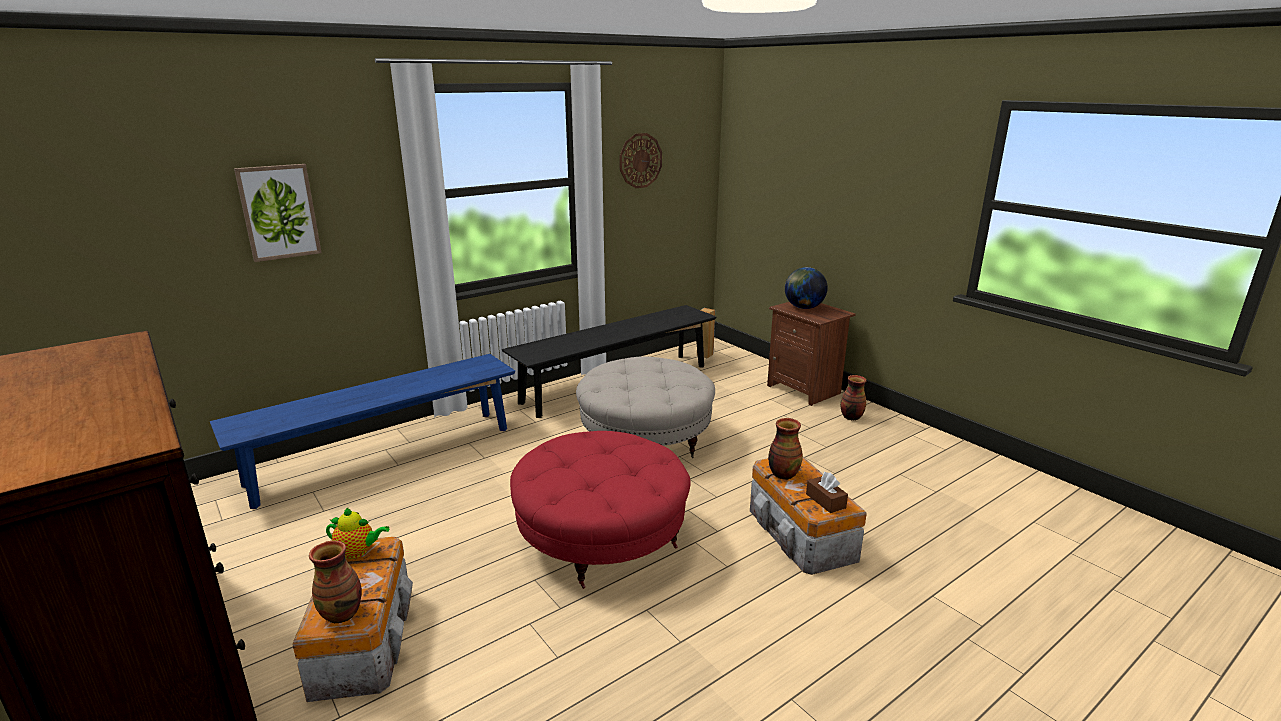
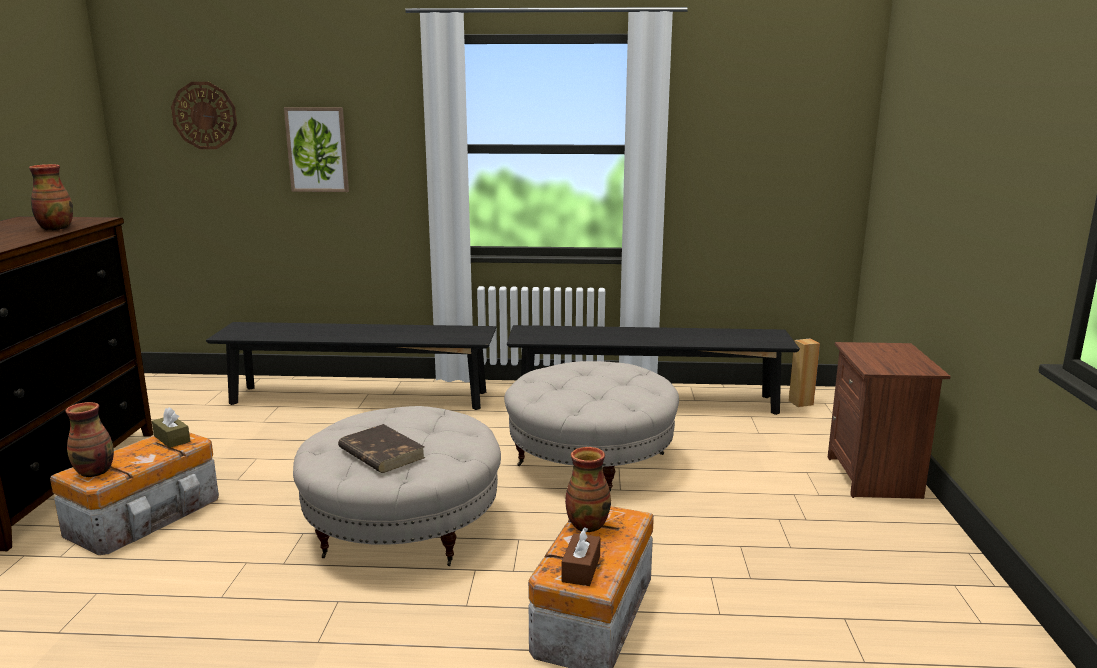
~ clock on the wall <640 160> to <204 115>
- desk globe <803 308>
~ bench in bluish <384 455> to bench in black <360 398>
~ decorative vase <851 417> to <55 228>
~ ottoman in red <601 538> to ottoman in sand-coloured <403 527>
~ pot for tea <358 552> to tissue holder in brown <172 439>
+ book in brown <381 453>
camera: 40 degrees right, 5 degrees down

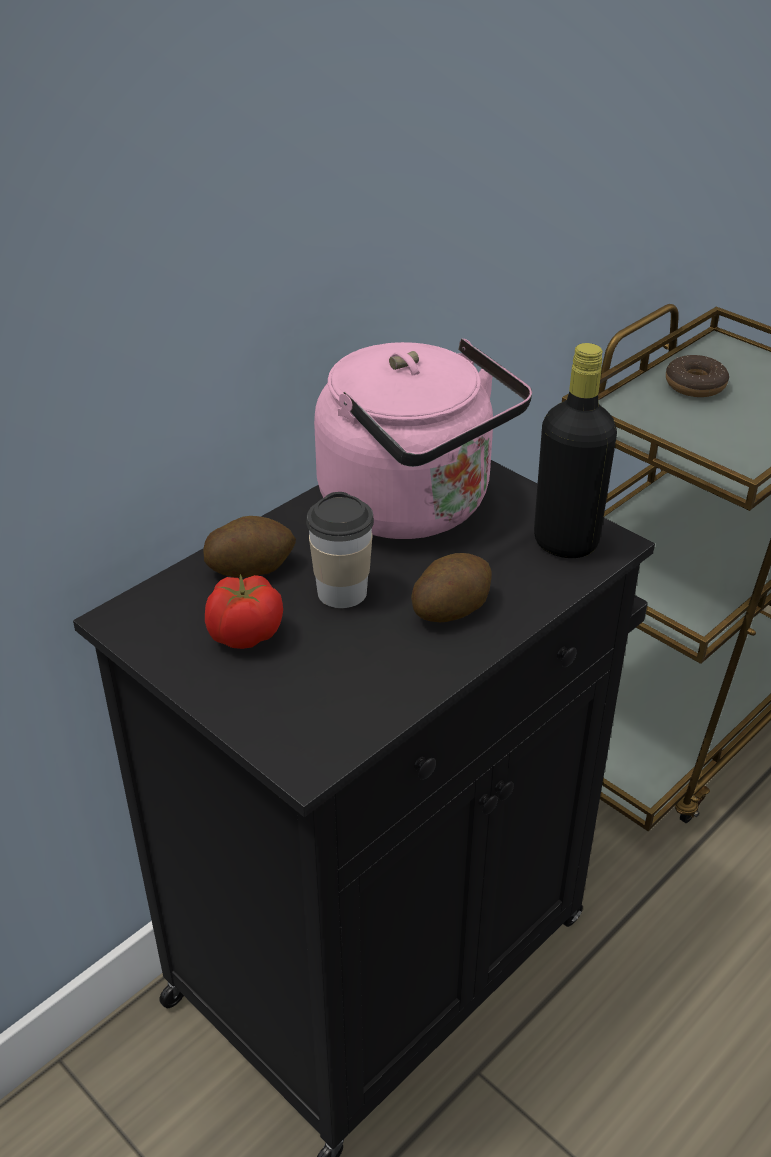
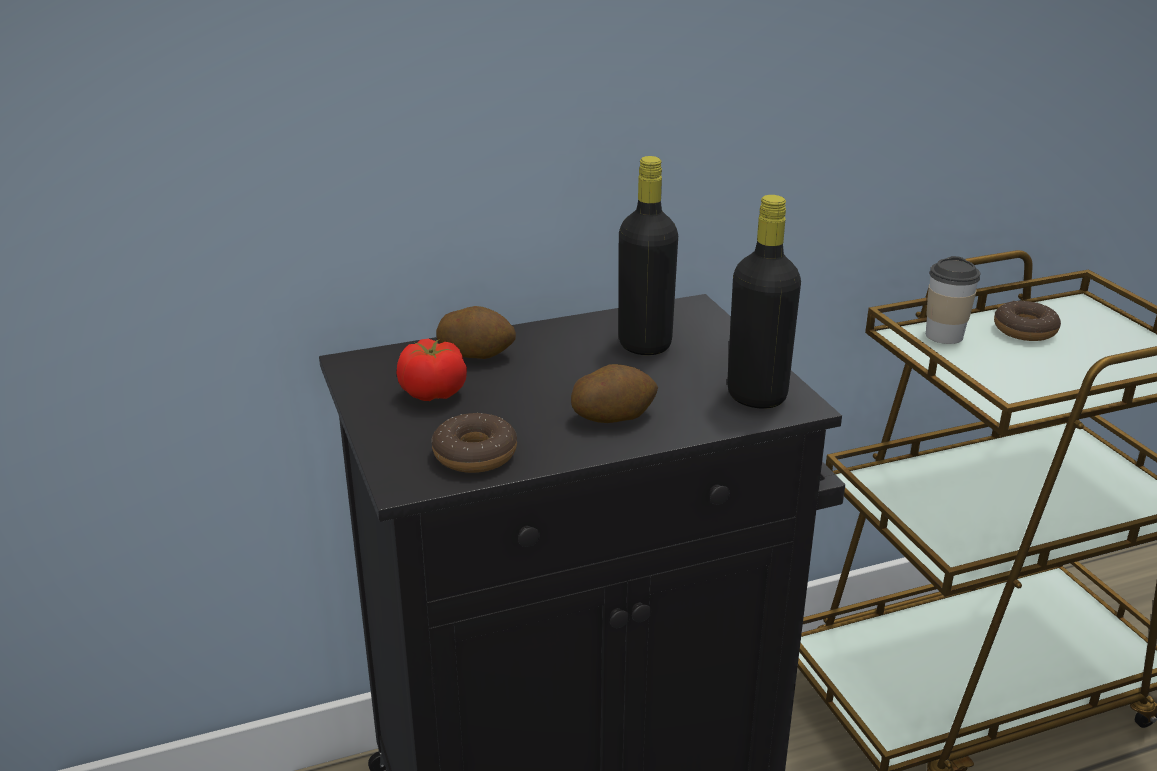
~ water kettle in pink <414 507> to bottle in black <645 344>
~ small cup <342 592> to <944 335>
+ donut <475 454>
camera: 25 degrees right, 10 degrees down

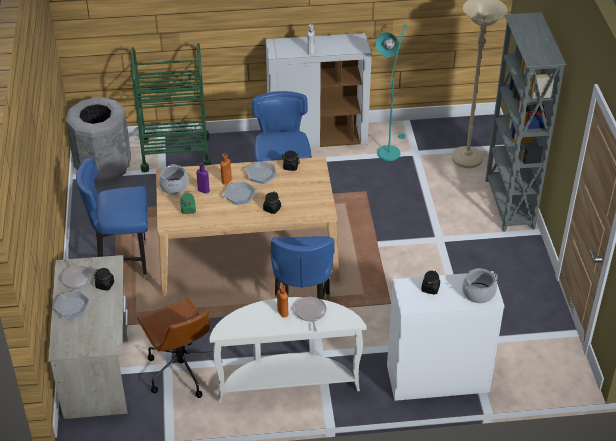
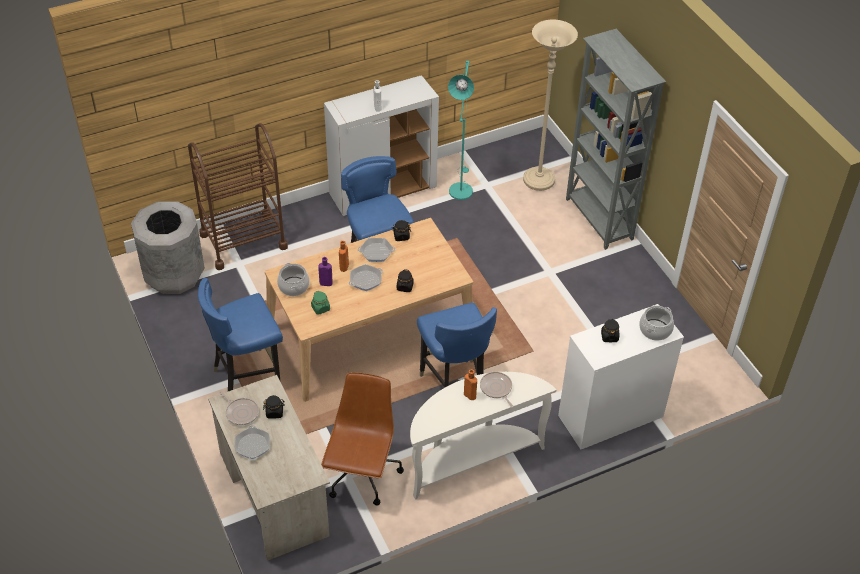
~ trolley in green-coloured <175 153> to trolley in brown <243 241>
~ computer chair in brown <181 370> = <362 475> 120 degrees counterclockwise
camera: 20 degrees left, 5 degrees up

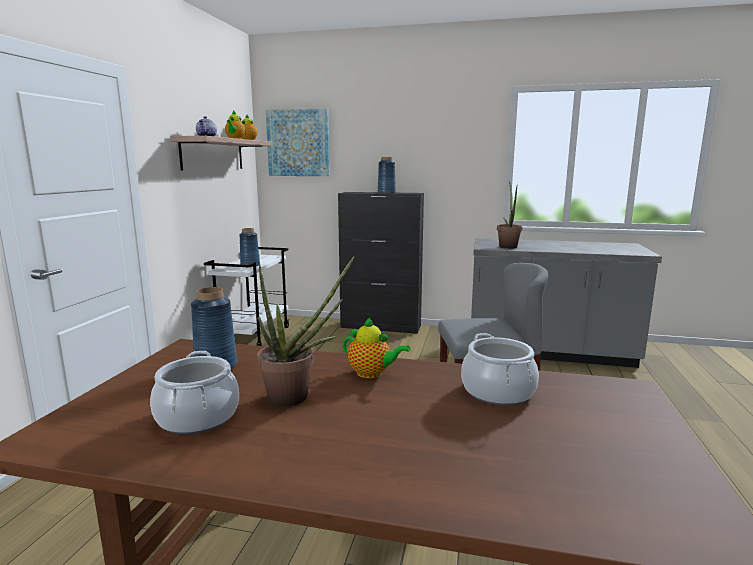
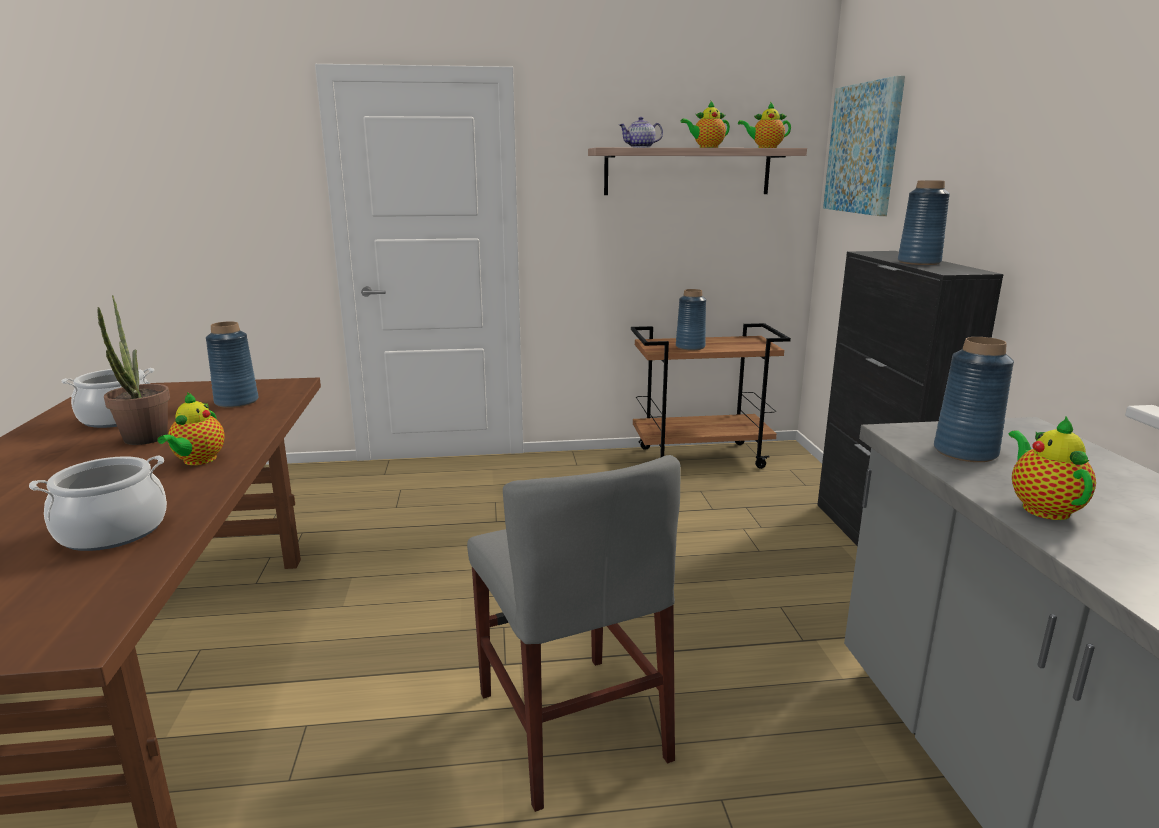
~ houseplant <507 246> to decorative vase in bluish <965 452>
~ trolley in white-coloured <254 336> to trolley in brown <701 457>
+ pot for tea <1042 507>
camera: 70 degrees right, 5 degrees up

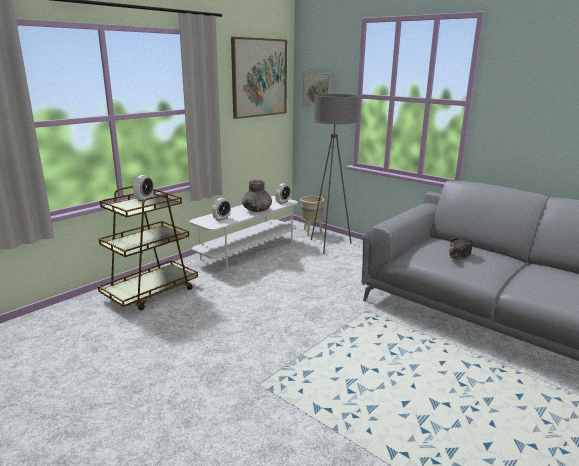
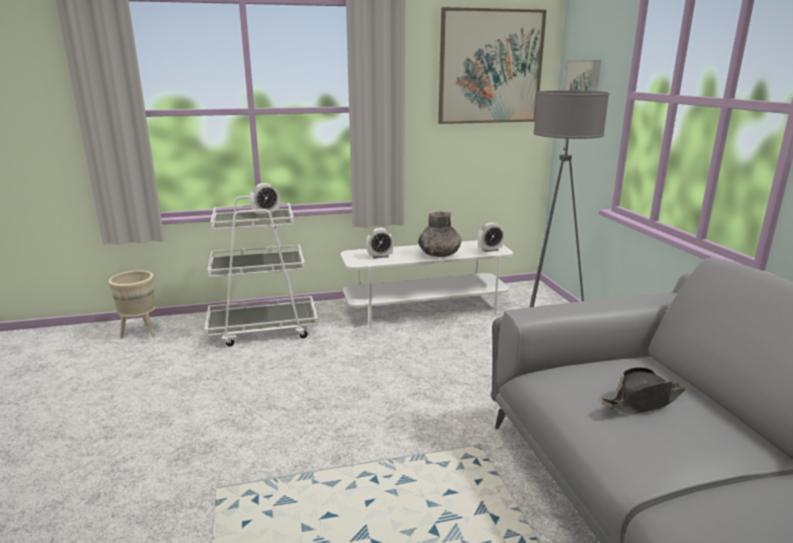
~ trolley in brown <151 292> to trolley in white-coloured <263 329>
~ plant pot in sand-coloured <311 232> to <141 333>
camera: 35 degrees right, 0 degrees up

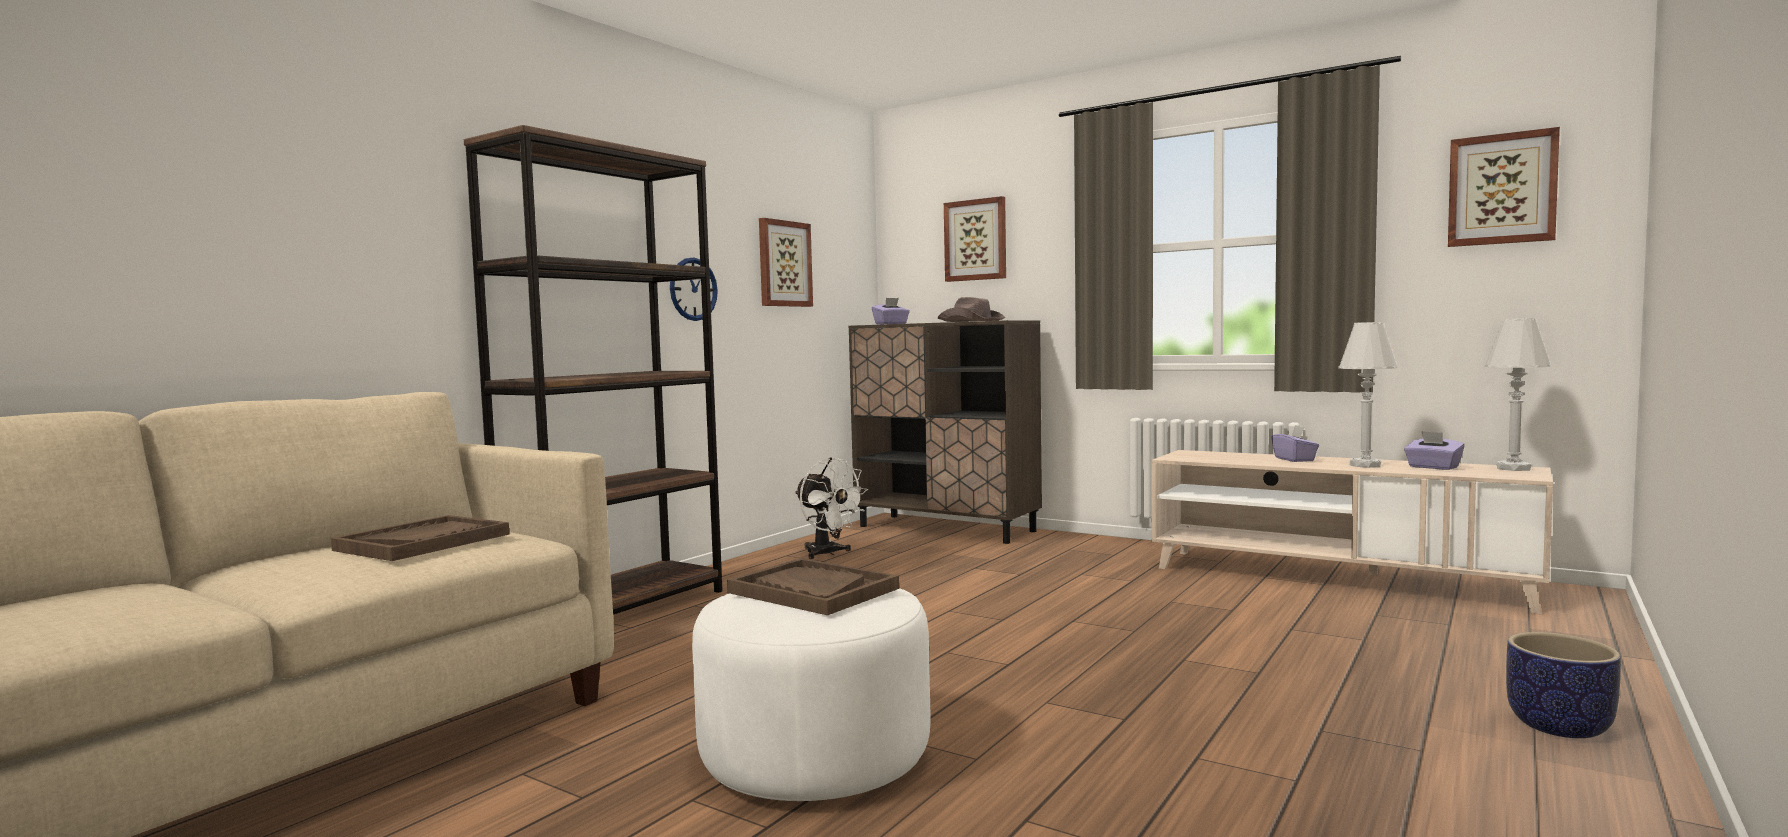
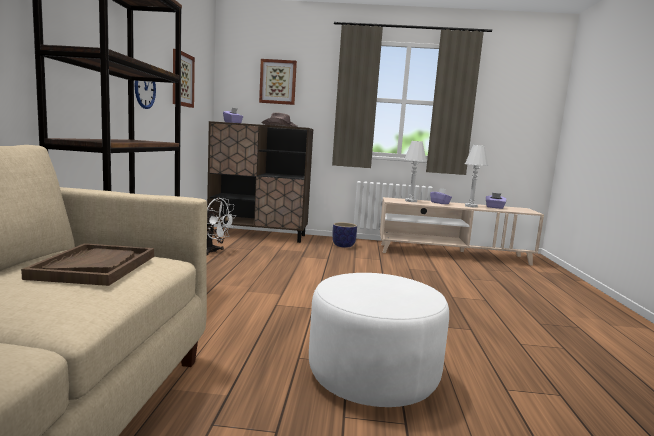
- picture <1502 189>
~ table lamp in white-coloured <1513 468> to <411 201>
- serving tray in brown <812 590>
~ plant pot <1560 726> to <343 245>
camera: 30 degrees left, 5 degrees up

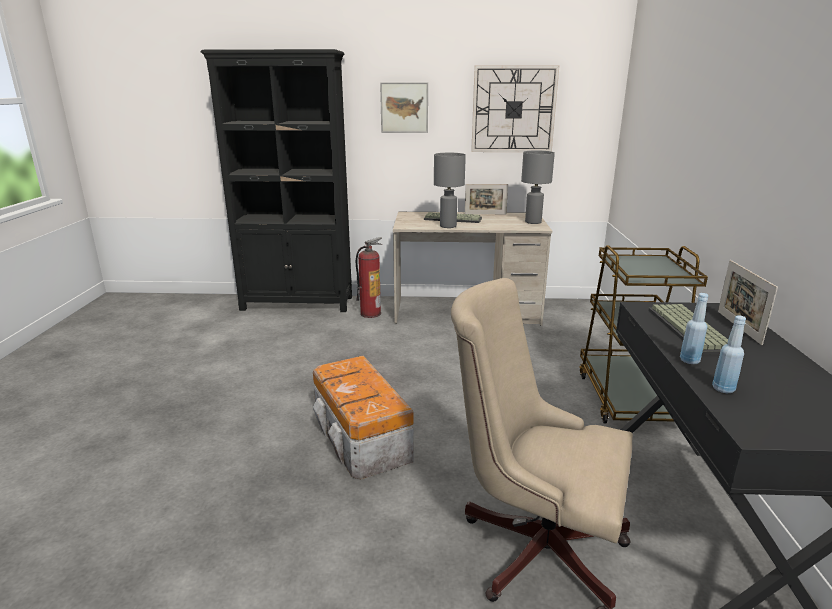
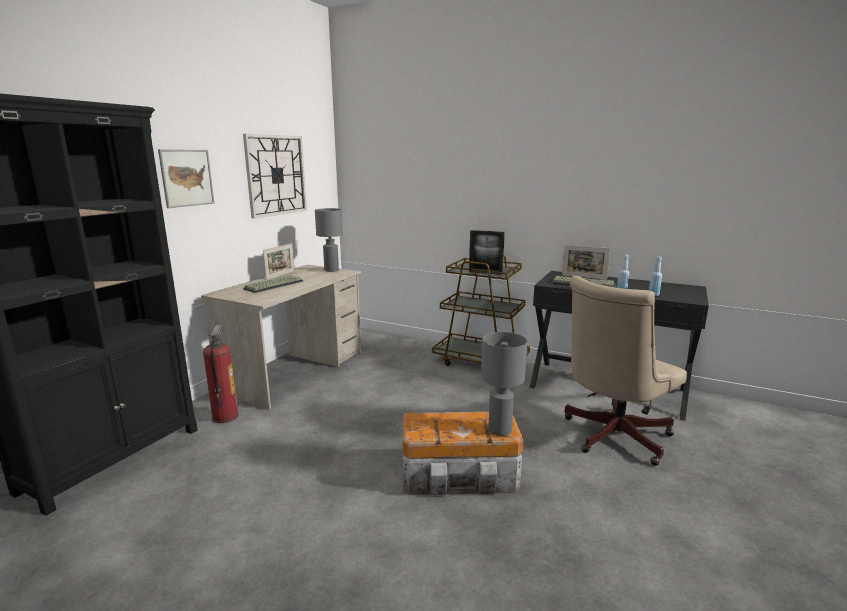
~ table lamp in gray <448 226> to <500 430>
+ standing frame <485 273>
camera: 65 degrees left, 5 degrees down

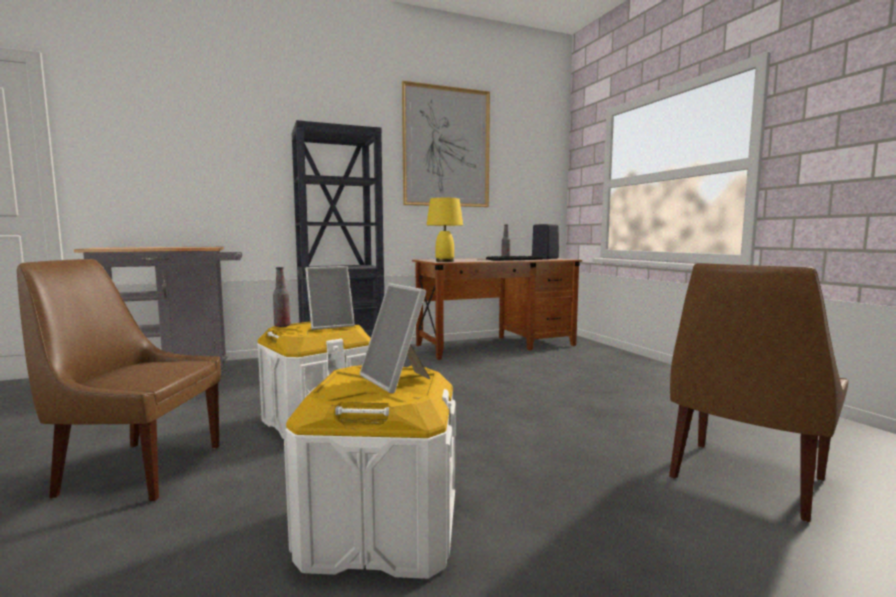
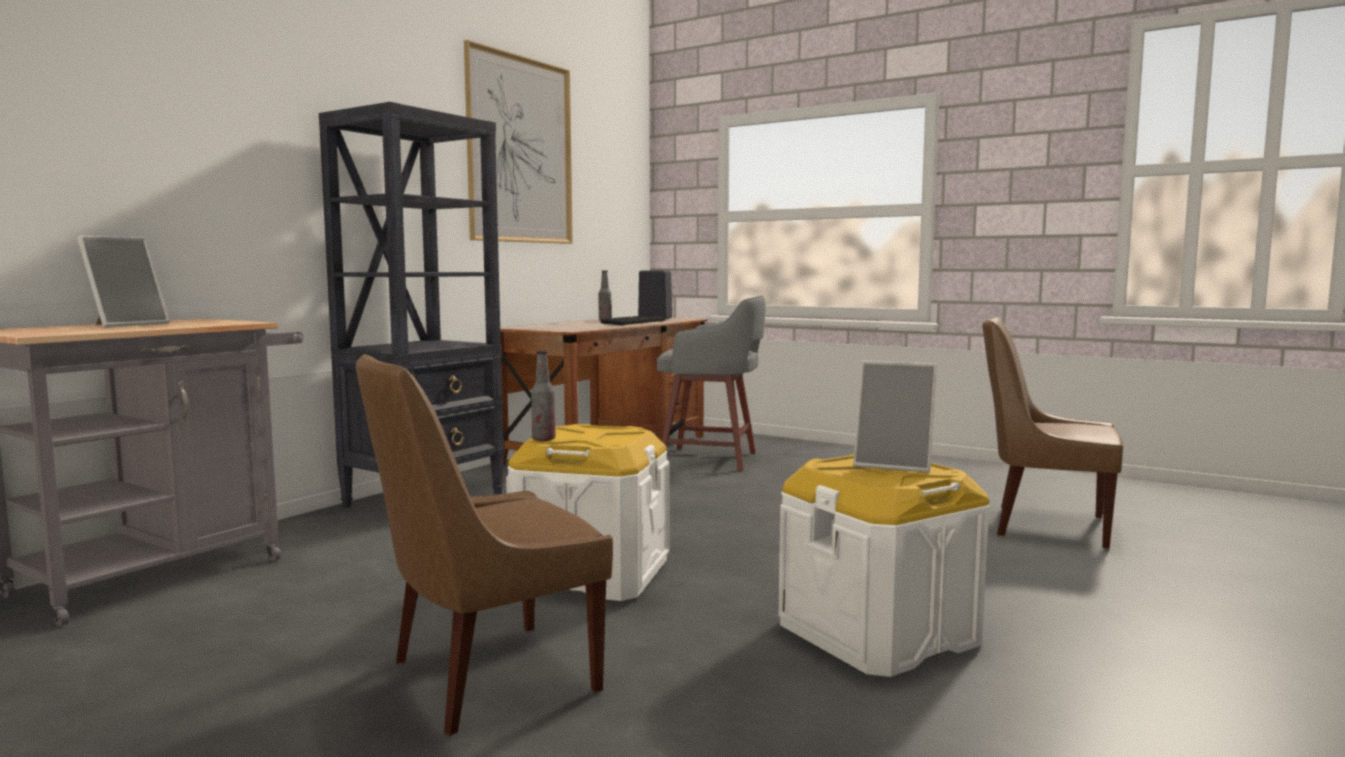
- table lamp in yellow-coloured <444 261>
~ plain chair in brown <744 480> = <1044 525> 105 degrees clockwise
~ standing frame <330 325> to <126 324>
+ sitting stool in gray <712 459>
camera: 35 degrees left, 0 degrees up

